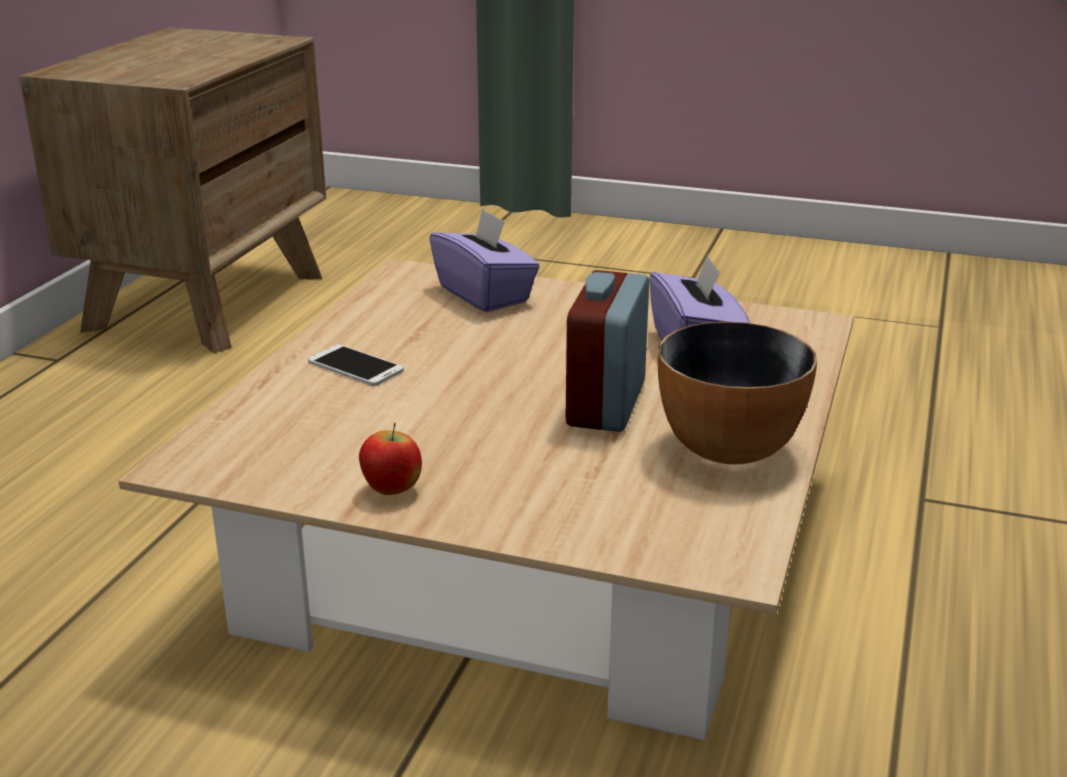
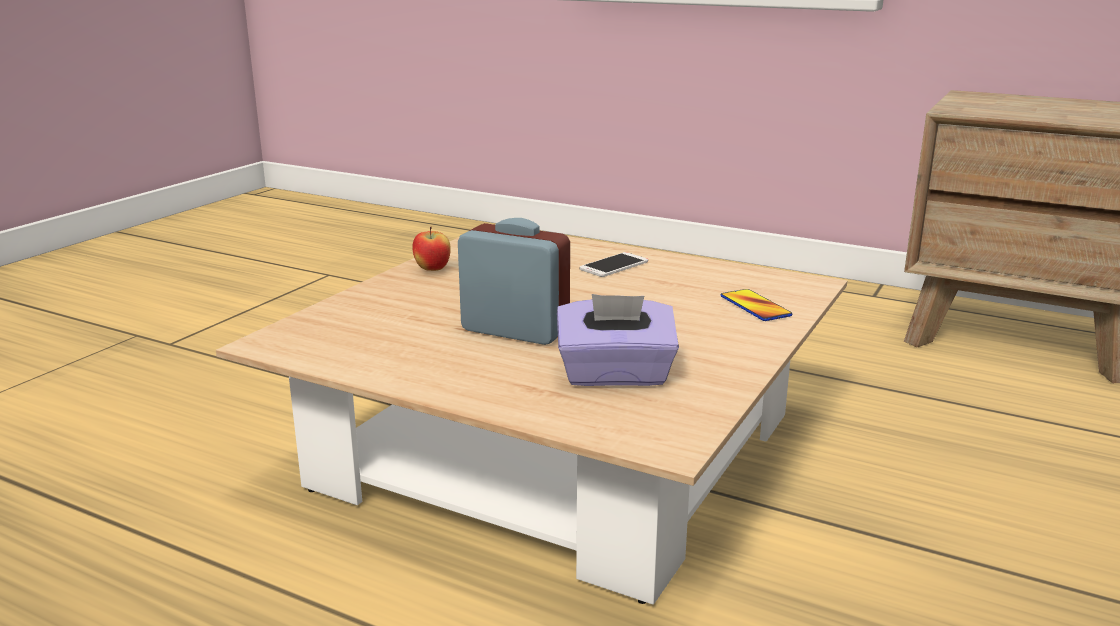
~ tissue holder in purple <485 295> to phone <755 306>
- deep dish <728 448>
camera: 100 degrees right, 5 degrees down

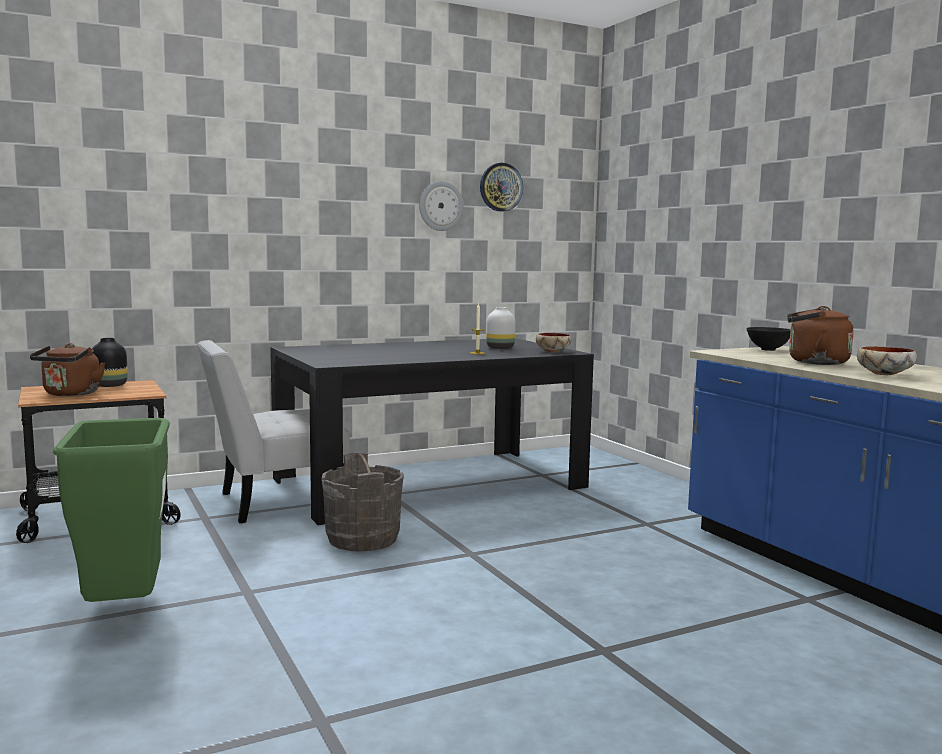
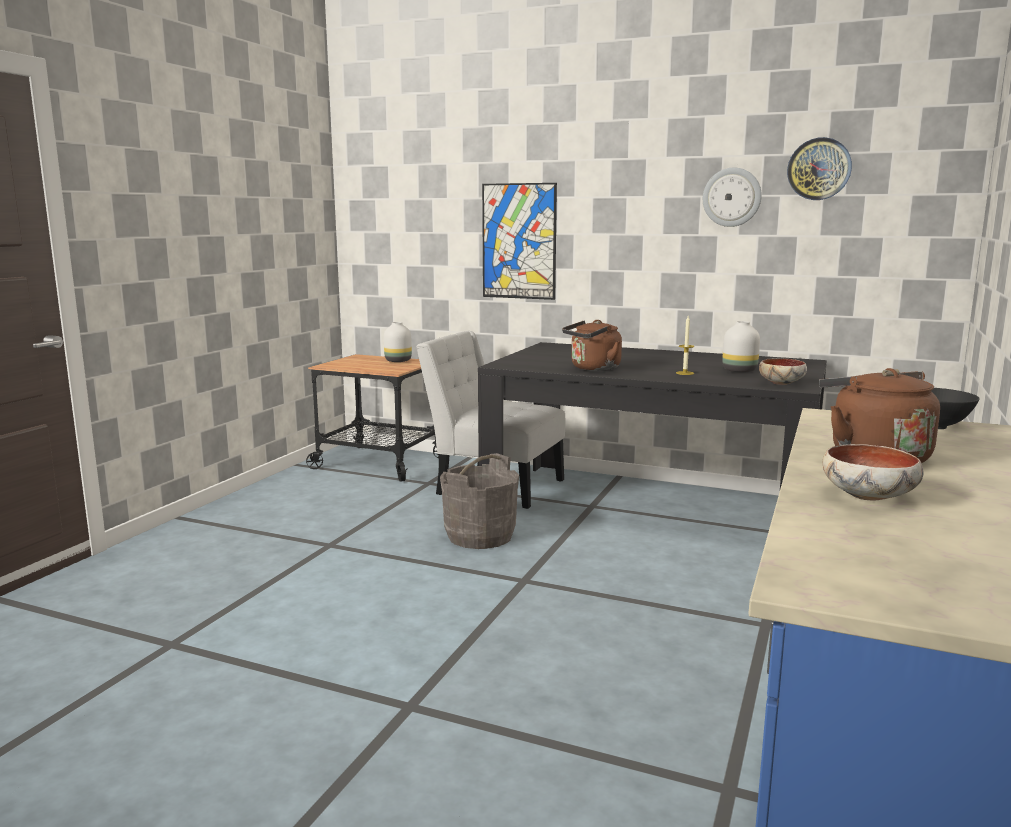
~ decorative vase in black <110 385> to decorative vase in white-coloured <399 361>
~ water kettle in brown <70 394> to <593 368>
- waste bin in green-coloured <124 609>
+ picture <519 241>
camera: 50 degrees right, 5 degrees up

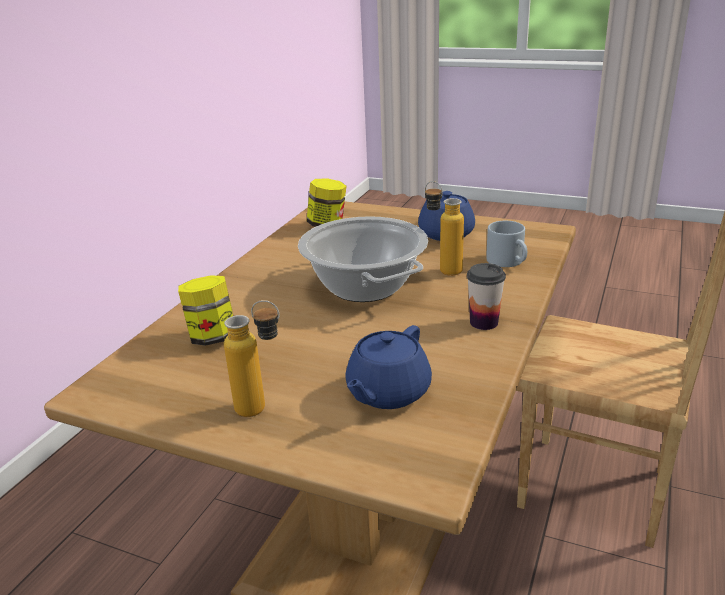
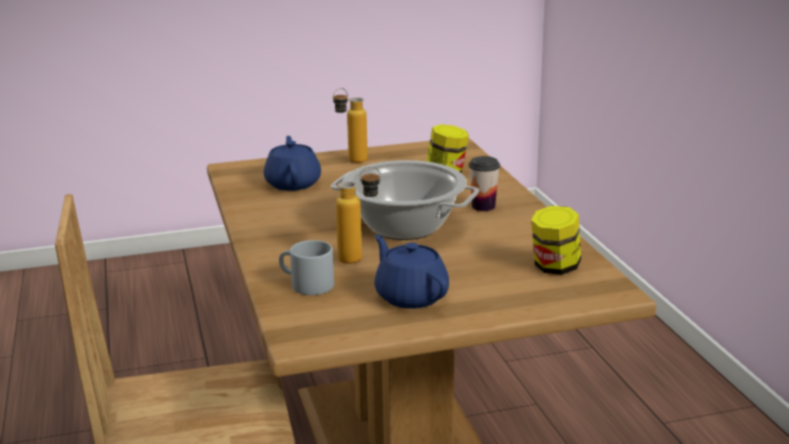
~ small cup <484 322> to <483 206>
camera: 140 degrees right, 5 degrees down

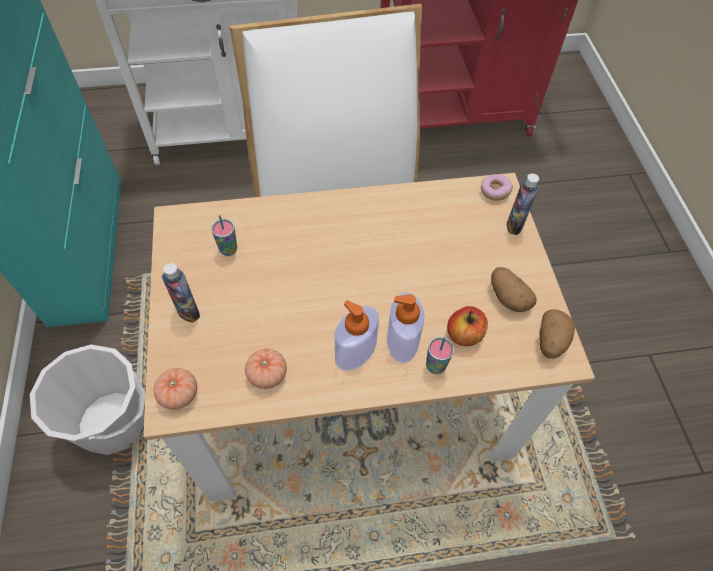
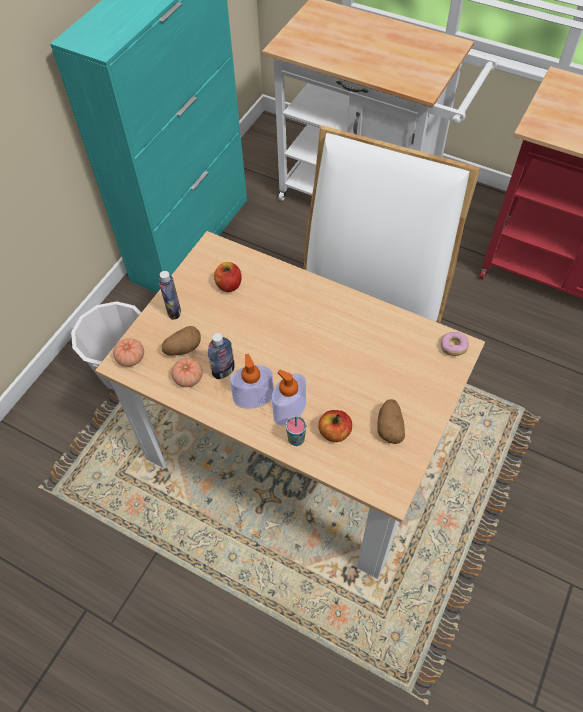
~ bottle <514 225> to <223 371>
~ small cup <228 250> to whole apple <229 285>
~ potato <550 341> to <183 348>
camera: 40 degrees right, 0 degrees up

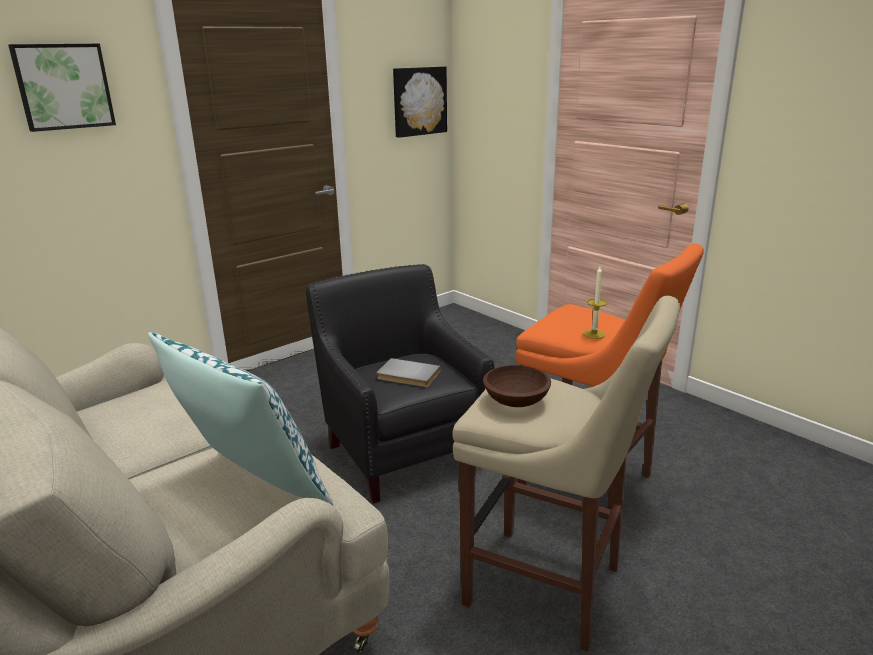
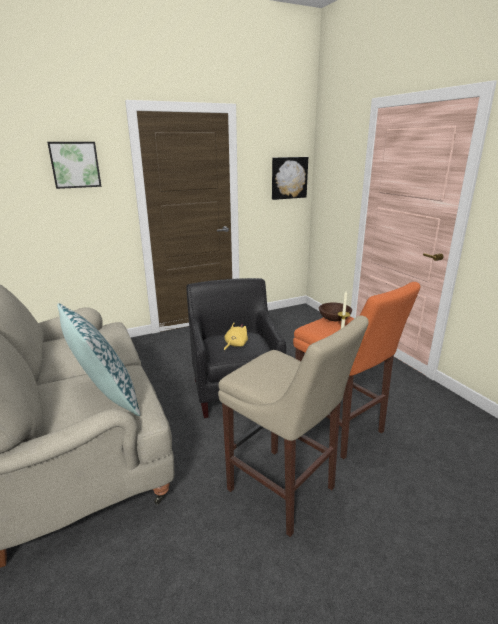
~ book in gray <407 376> to cuddly toy in yellow-coloured <235 345>
~ deep dish in brown <515 401> to <334 319>
camera: 15 degrees right, 0 degrees up

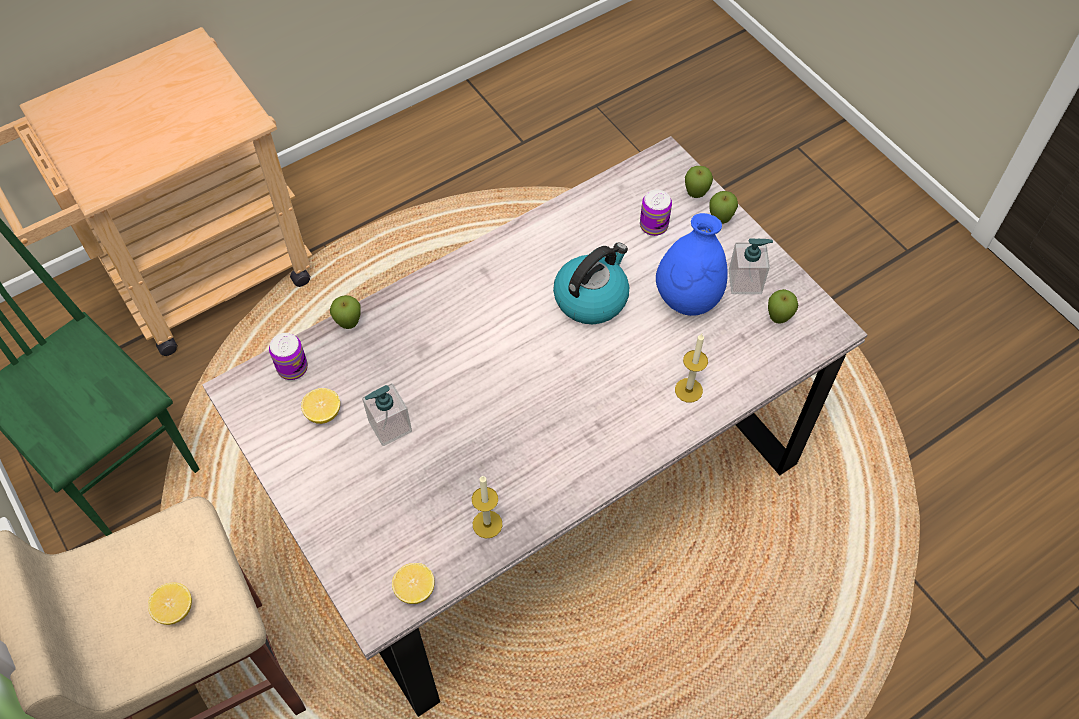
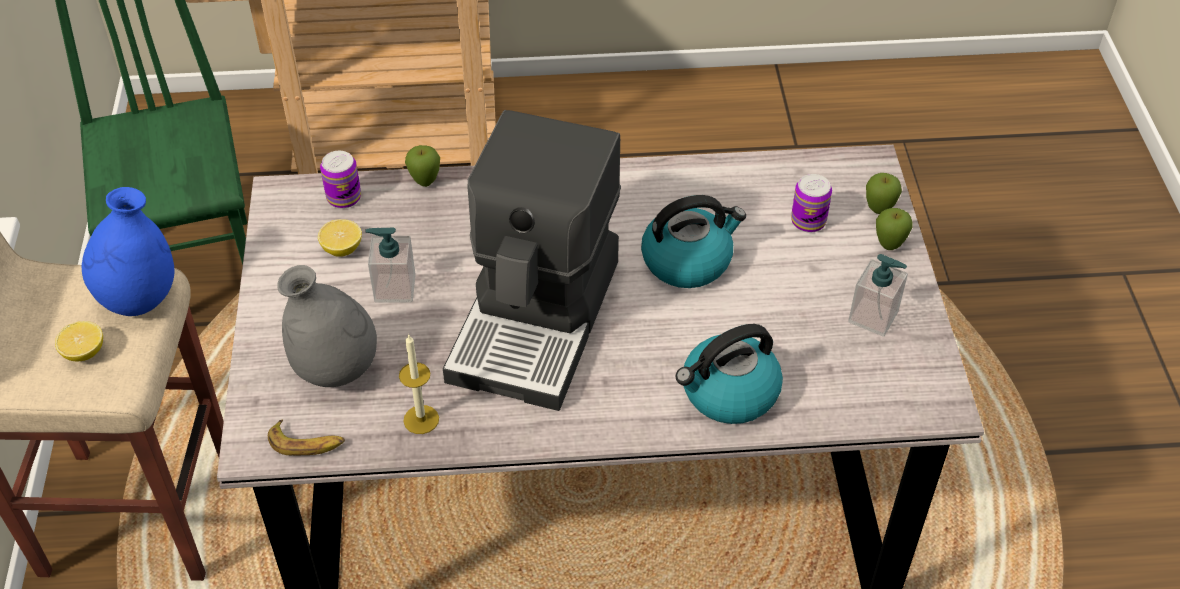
~ decorative vase in bluish <687 299> to <140 298>
- whole apple <778 319>
~ wax candle <688 390> to water kettle <728 393>
~ whole lemon <415 589> to whole banana <307 443>
+ coffee machine <538 319>
+ decorative vase in gray <336 370>
camera: 30 degrees right, 10 degrees down

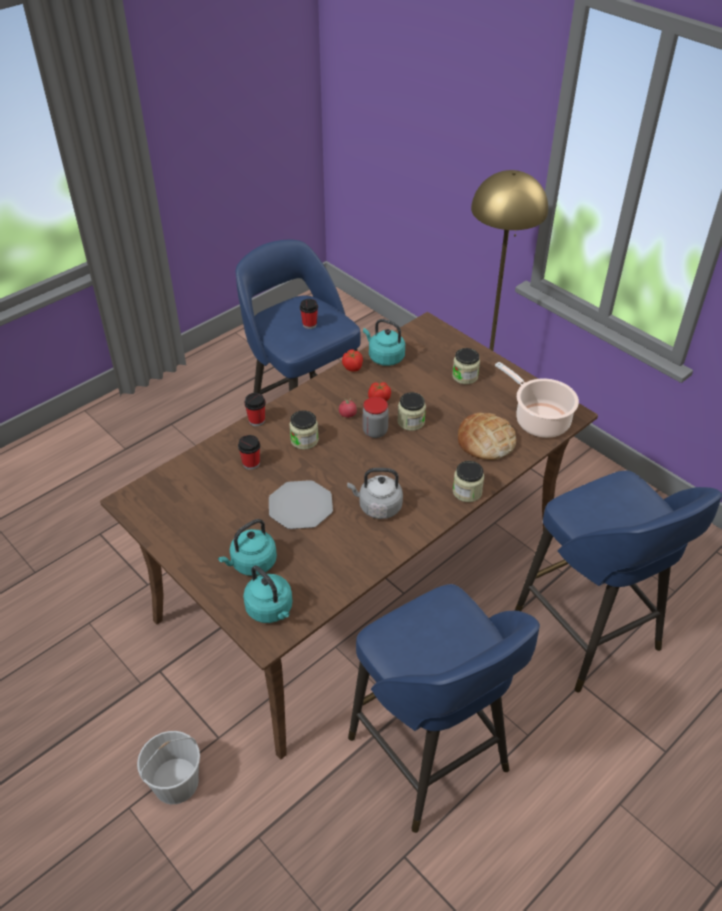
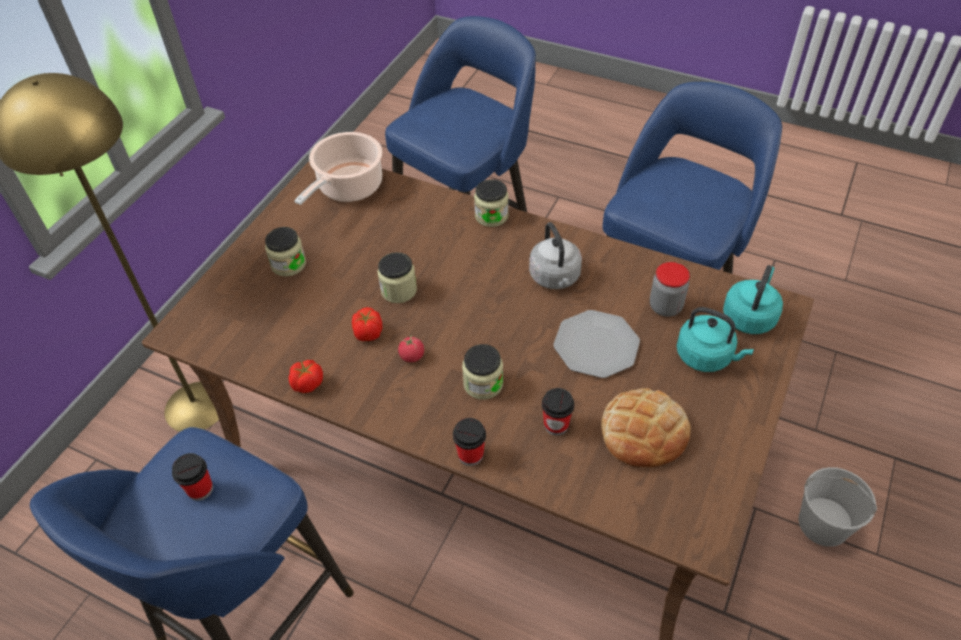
- water kettle in turquoise <384 357>
~ jar <375 431> to <665 307>
~ bakery bread <485 441> to <643 432>
camera: 110 degrees left, 5 degrees up

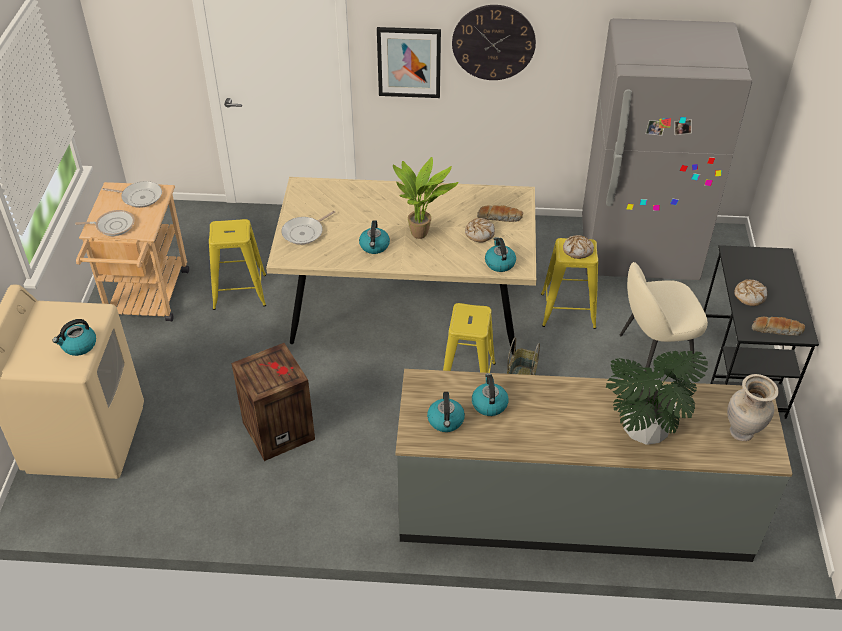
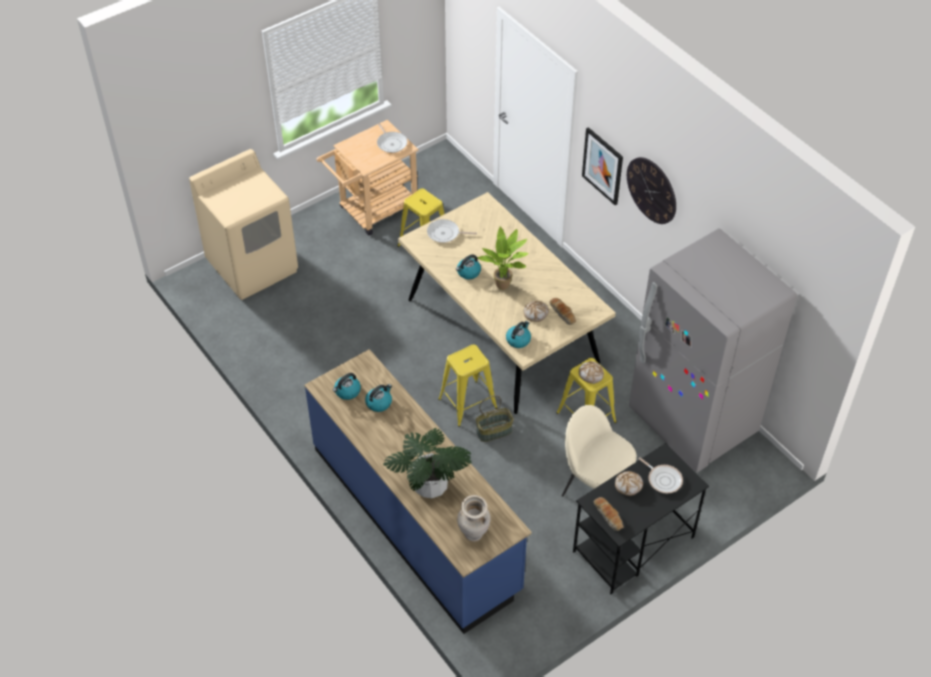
~ frying pan <113 225> to <663 479>
- water kettle <79 346>
- shipping crate <279 429>
~ counter in gray <572 509> to counter in bluish <416 518>
camera: 50 degrees right, 5 degrees up

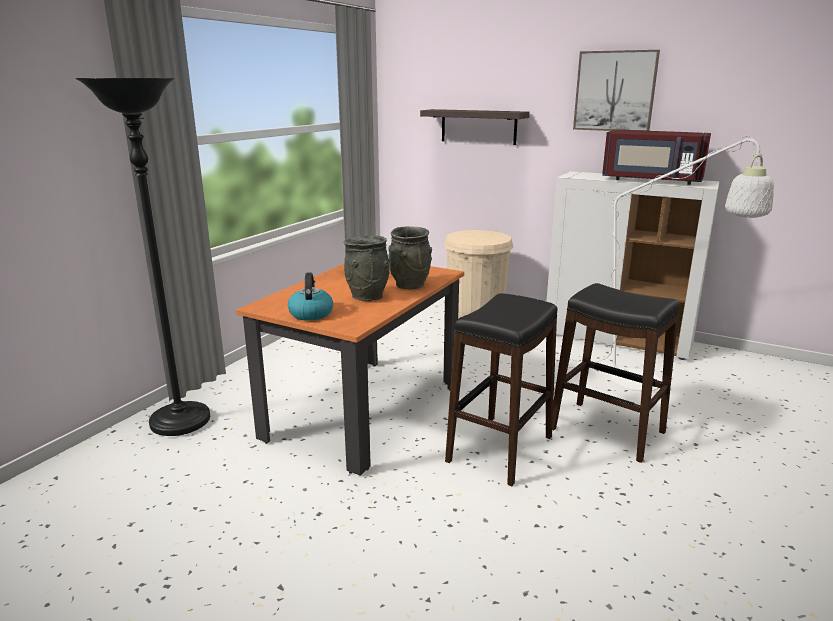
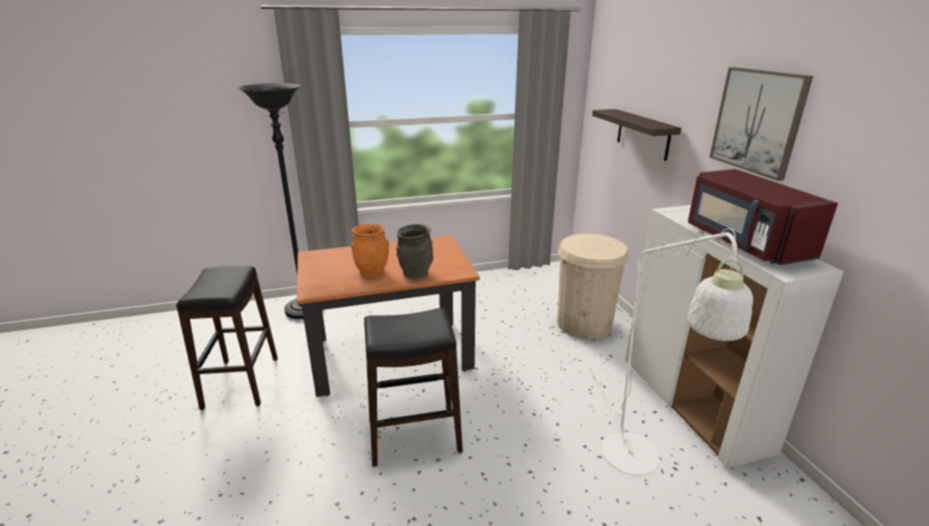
~ decorative vase in gray <368 296> to decorative vase in orange <372 272>
- water kettle <311 313>
~ sitting stool in black <606 430> to <241 382>
camera: 45 degrees right, 5 degrees up

